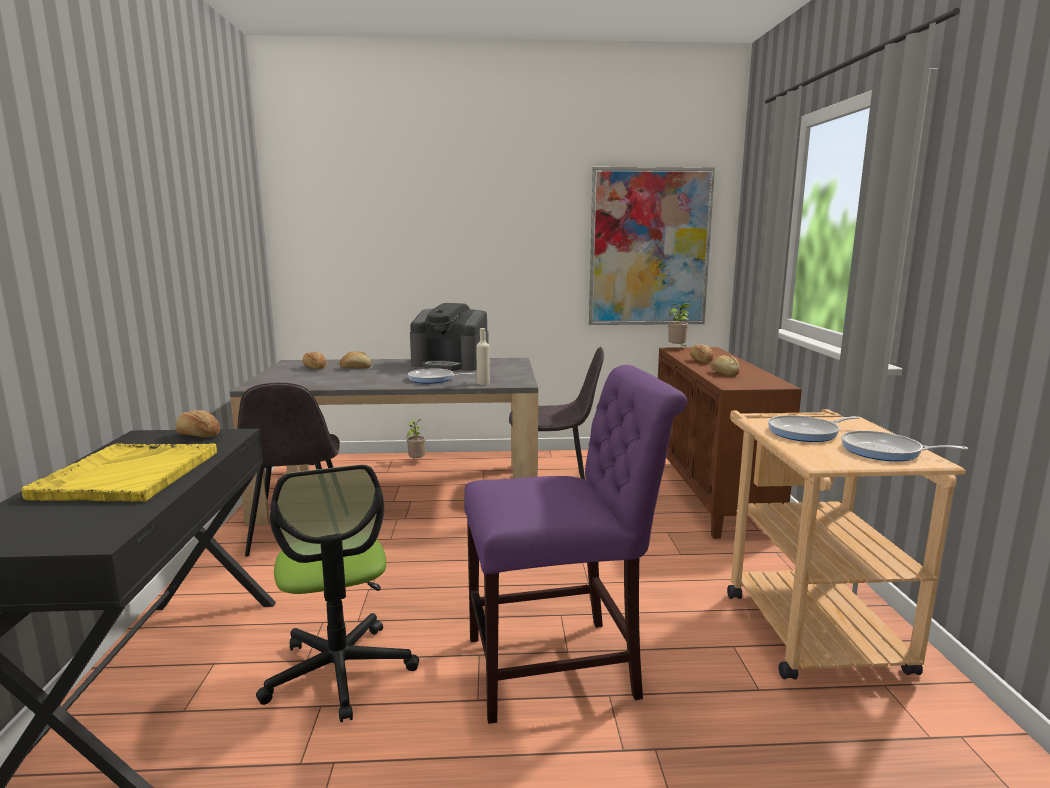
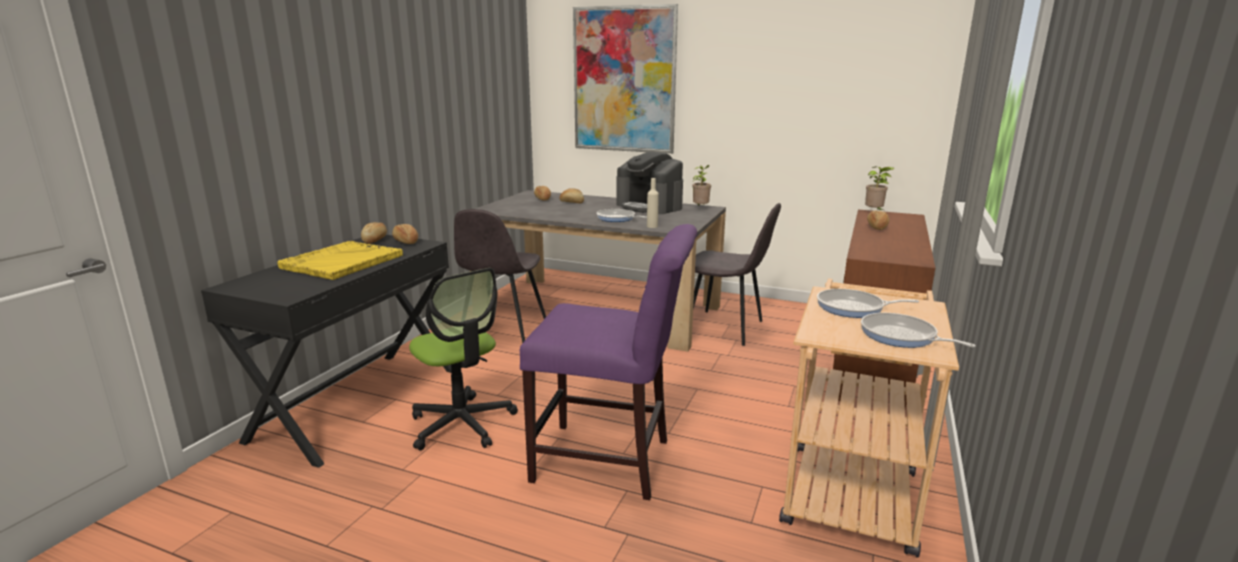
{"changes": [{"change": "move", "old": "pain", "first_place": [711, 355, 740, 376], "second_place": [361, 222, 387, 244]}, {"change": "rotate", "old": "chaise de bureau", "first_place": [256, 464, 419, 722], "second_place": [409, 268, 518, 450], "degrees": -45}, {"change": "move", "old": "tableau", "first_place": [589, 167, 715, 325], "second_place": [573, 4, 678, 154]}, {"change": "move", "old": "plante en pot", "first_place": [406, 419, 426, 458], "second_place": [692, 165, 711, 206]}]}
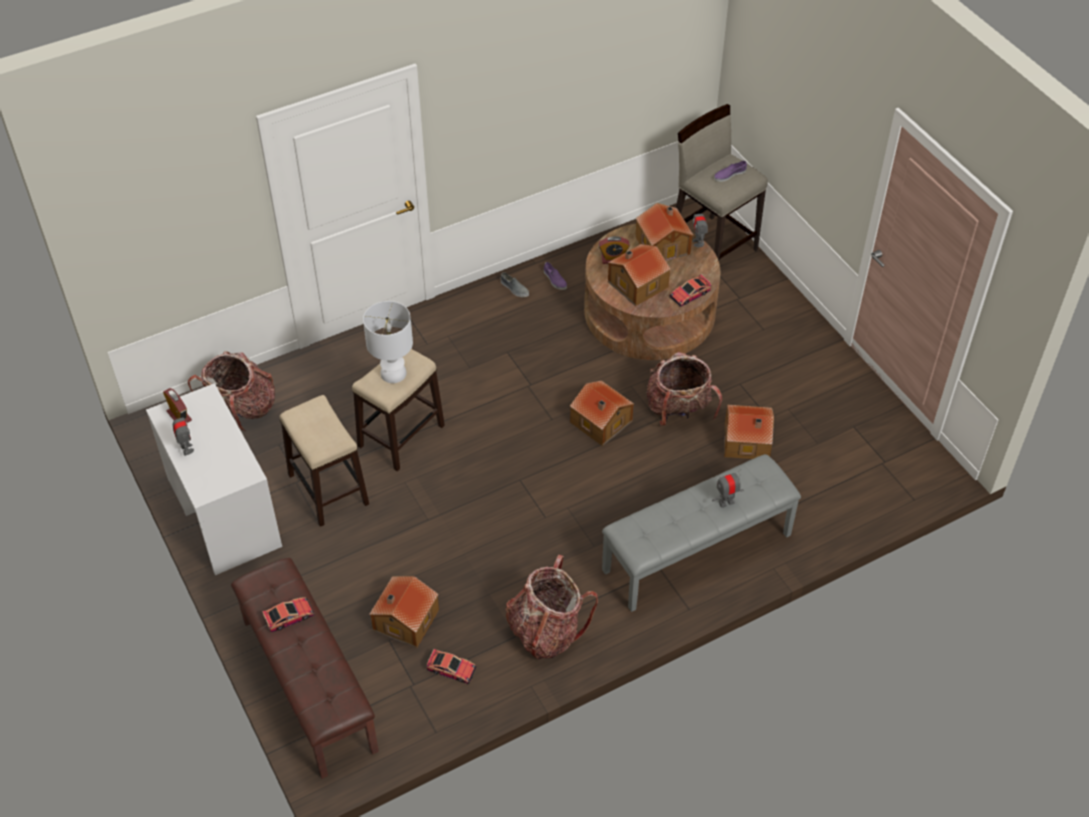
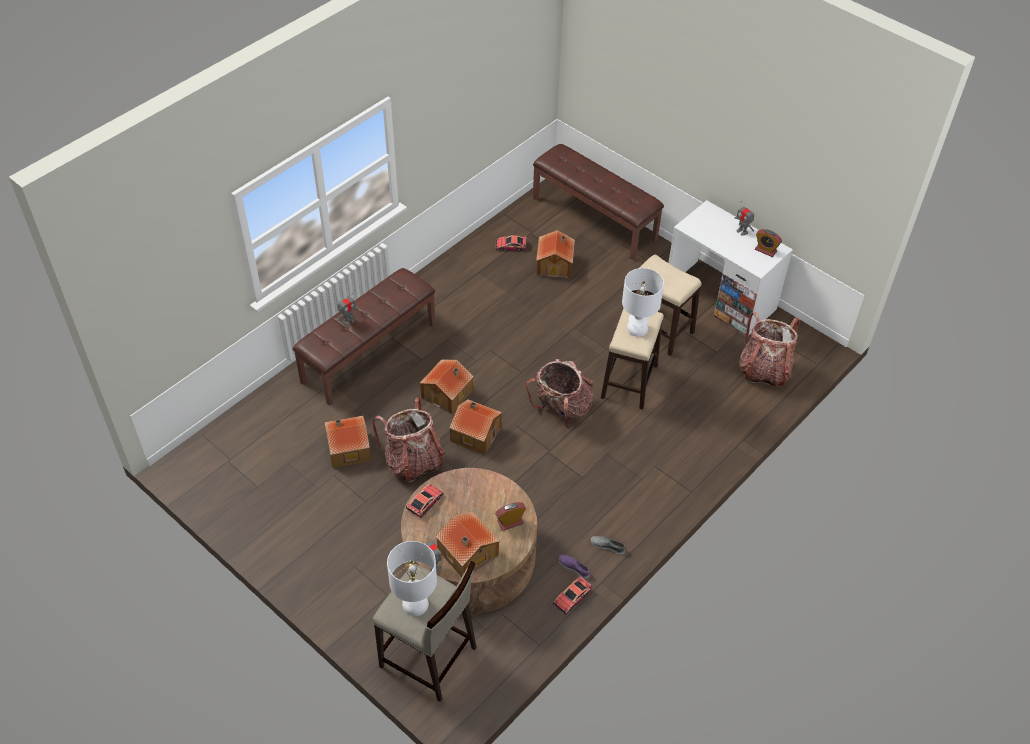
{"changes": [{"change": "recolor", "old": "banc/gris", "new": "banc/marron", "first_place": [602, 454, 801, 612], "second_place": [293, 268, 435, 406]}, {"change": "replace", "old": "chaussure/violet", "new": "lampe de table/blanc", "first_place": [714, 161, 747, 182], "second_place": [387, 541, 437, 616]}, {"change": "move", "old": "maison miniature", "first_place": [608, 244, 671, 306], "second_place": [420, 359, 474, 414]}, {"change": "move", "old": "sac à dos", "first_place": [505, 554, 598, 660], "second_place": [526, 359, 593, 429]}, {"change": "move", "old": "petite voiture", "first_place": [262, 597, 315, 632], "second_place": [553, 576, 592, 615]}]}
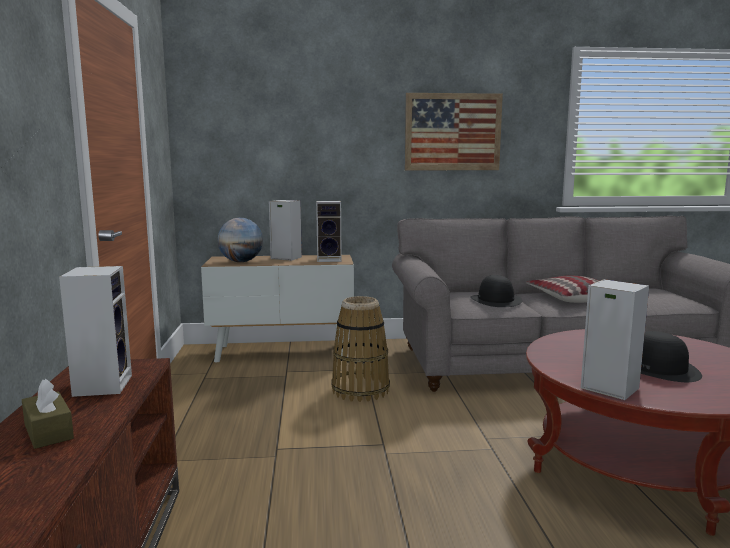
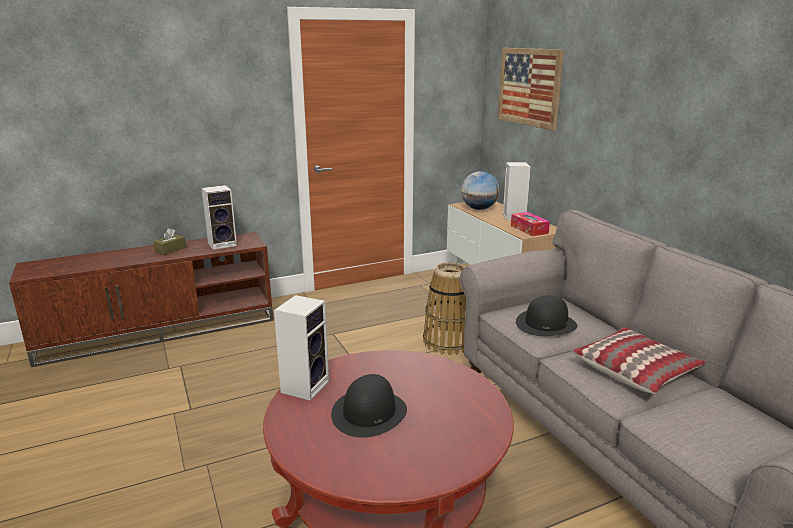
{"changes": [{"change": "move", "old": "tableau", "first_place": [405, 93, 503, 170], "second_place": [498, 48, 564, 131]}, {"change": "replace", "old": "enceinte", "new": "boîte à mouchoirs", "first_place": [316, 201, 342, 262], "second_place": [511, 212, 550, 236]}]}
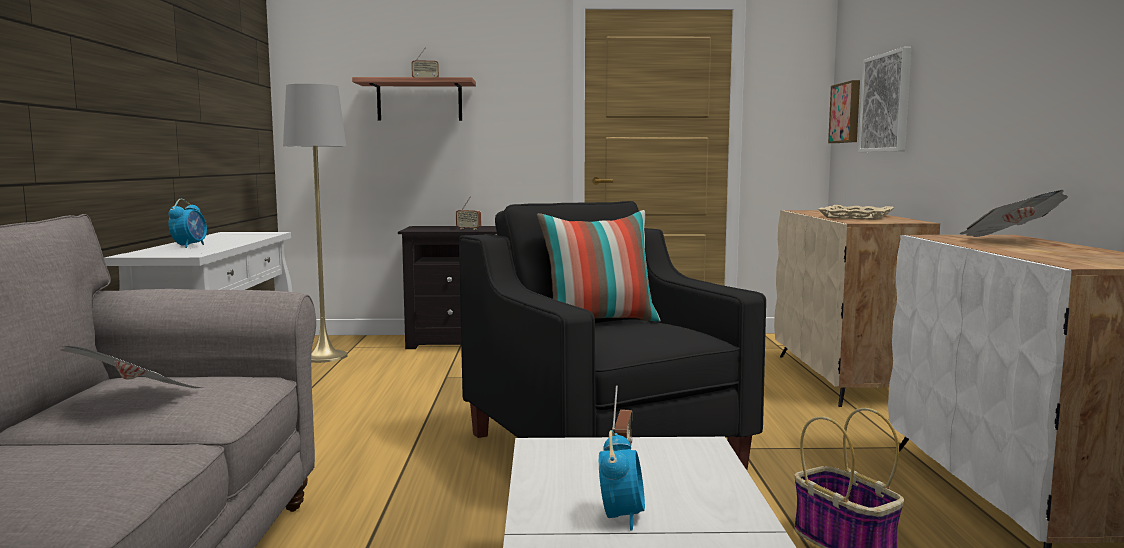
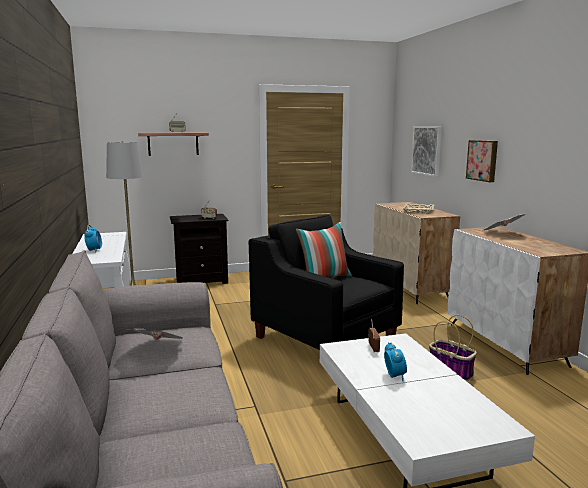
{"changes": [{"change": "move", "old": "tableau", "first_place": [828, 80, 860, 143], "second_place": [466, 140, 498, 182]}]}
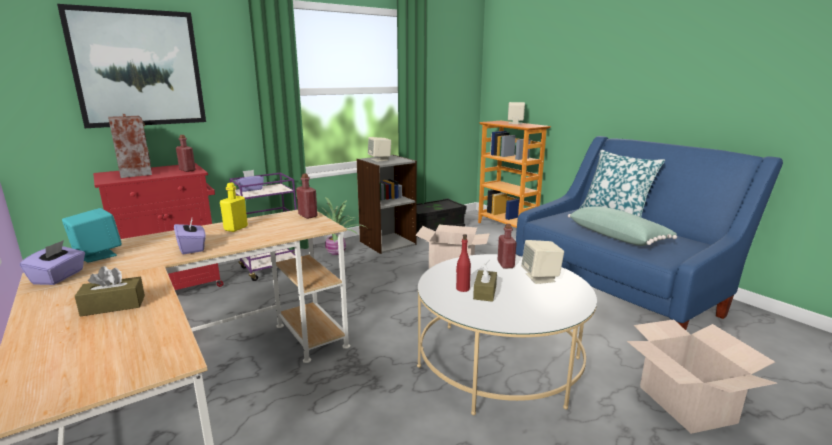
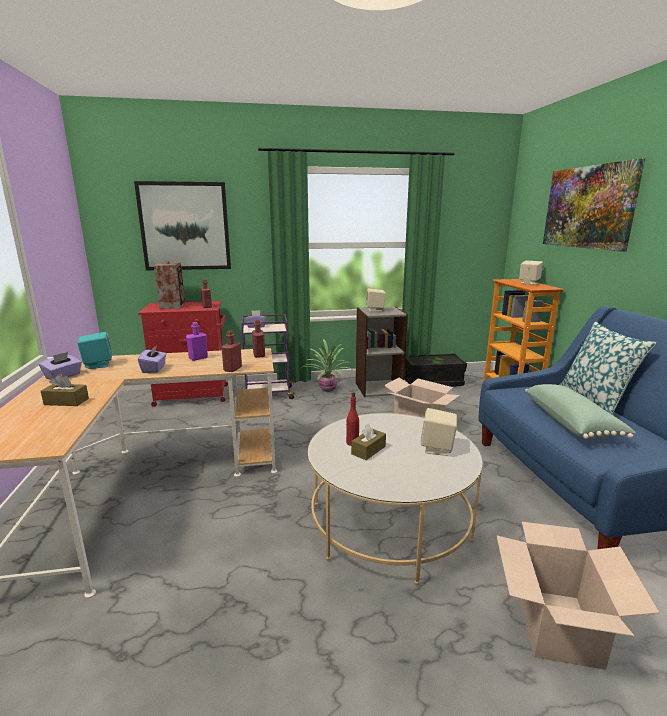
{"changes": [{"change": "recolor", "old": "bouteille/jaune", "new": "bouteille/violet", "first_place": [220, 183, 248, 232], "second_place": [186, 322, 208, 361]}, {"change": "move", "old": "bouteille/rouge", "first_place": [497, 224, 517, 269], "second_place": [221, 330, 242, 372]}, {"change": "insert", "new": "tableau", "second_place": [543, 158, 645, 252]}]}
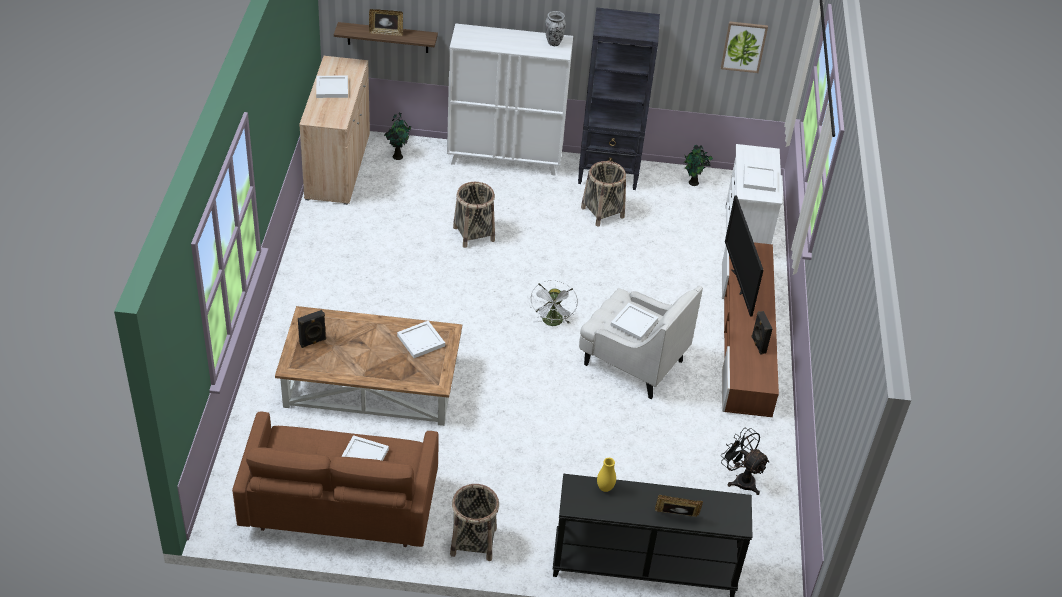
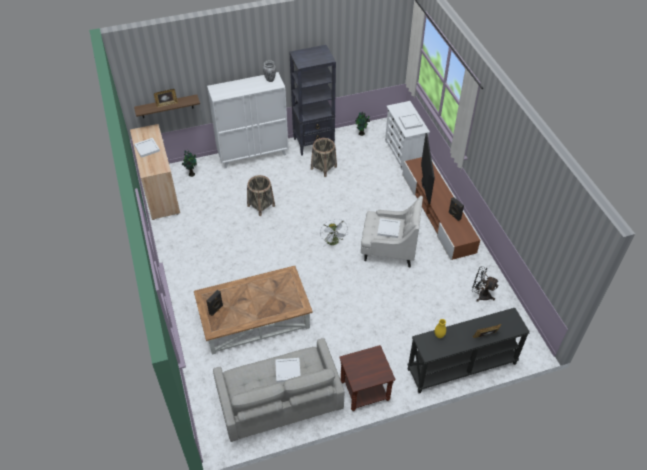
{"changes": [{"change": "recolor", "old": "canapé/marron", "new": "canapé/gris", "first_place": [232, 412, 439, 547], "second_place": [213, 338, 344, 442]}, {"change": "replace", "old": "panier", "new": "table d'appoint/marron", "first_place": [450, 484, 499, 561], "second_place": [339, 345, 395, 411]}, {"change": "rotate", "old": "téléviseur", "first_place": [725, 196, 763, 317], "second_place": [421, 133, 435, 204], "degrees": -150}, {"change": "delete", "old": "plateau/blanc", "first_place": [397, 321, 445, 358]}, {"change": "delete", "old": "tableau", "first_place": [721, 21, 768, 73]}]}
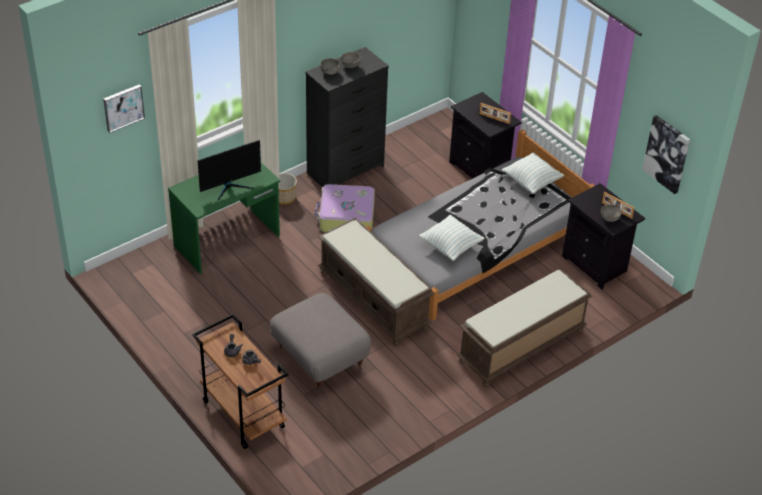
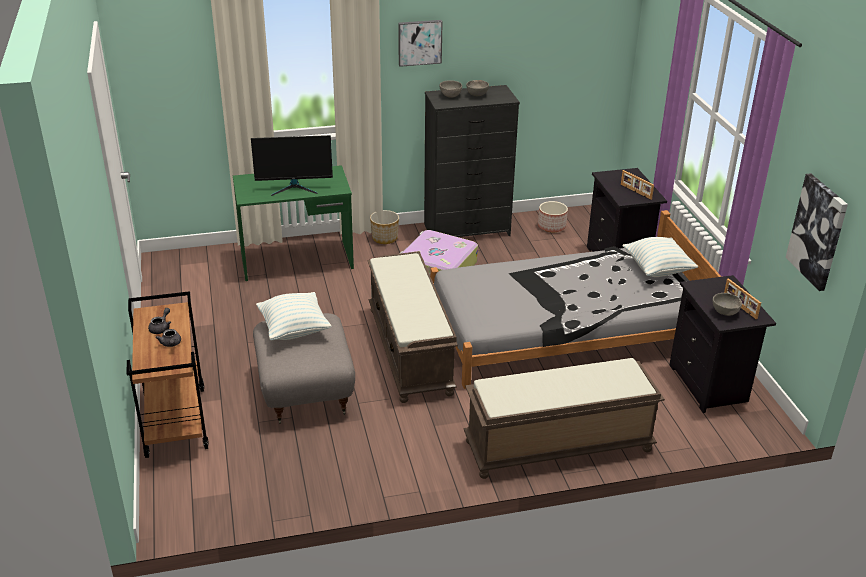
{"changes": [{"change": "move", "old": "coussin", "first_place": [419, 215, 485, 261], "second_place": [256, 292, 331, 340]}, {"change": "move", "old": "tableau", "first_place": [103, 84, 145, 133], "second_place": [398, 20, 443, 67]}, {"change": "insert", "new": "cache-pot", "second_place": [538, 201, 568, 233]}]}
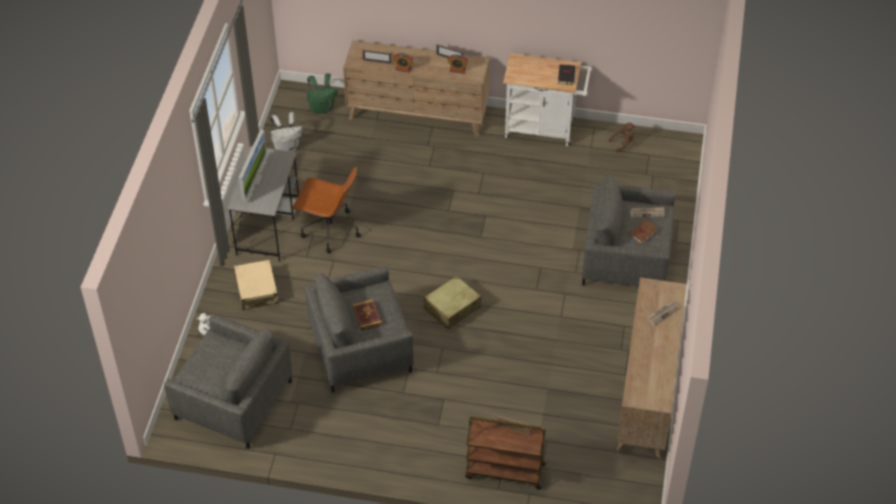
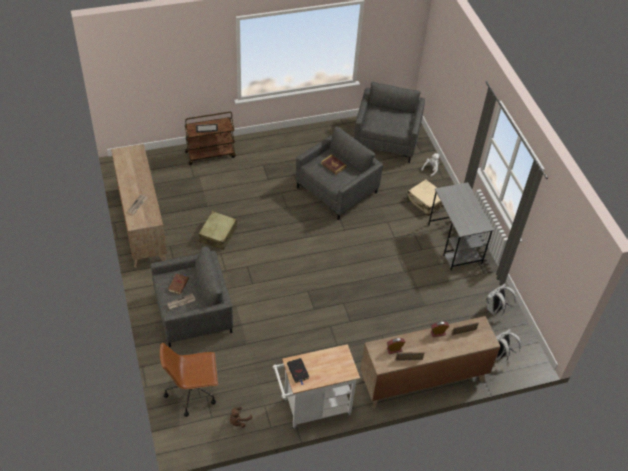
{"changes": [{"change": "move", "old": "chaise de bureau/marron", "first_place": [292, 167, 361, 253], "second_place": [160, 342, 218, 417]}, {"change": "move", "old": "valise/beige", "first_place": [424, 276, 481, 330], "second_place": [199, 211, 237, 250]}, {"change": "rotate", "old": "fauteuil/gris", "first_place": [164, 314, 292, 449], "second_place": [354, 82, 425, 163], "degrees": 105}, {"change": "recolor", "old": "sac à dos/vert", "new": "sac à dos/blanc", "first_place": [307, 73, 338, 114], "second_place": [496, 329, 521, 362]}, {"change": "delete", "old": "écran d'ordinateur", "first_place": [239, 130, 267, 201]}]}
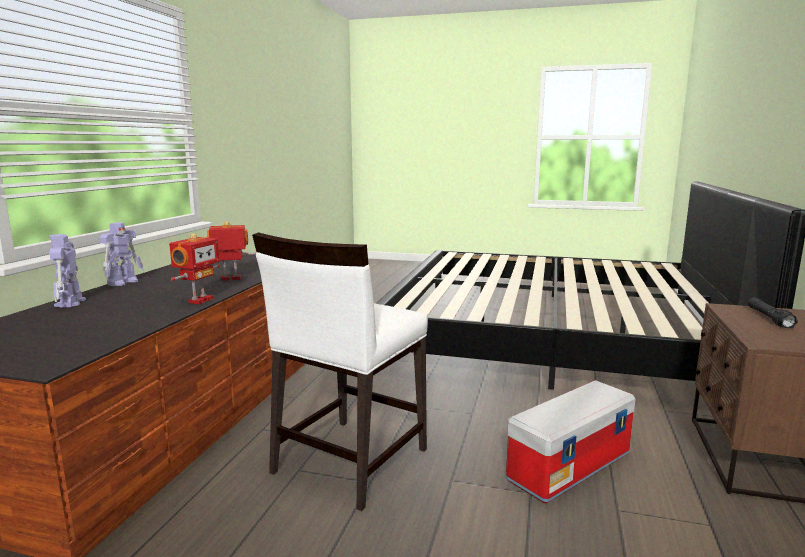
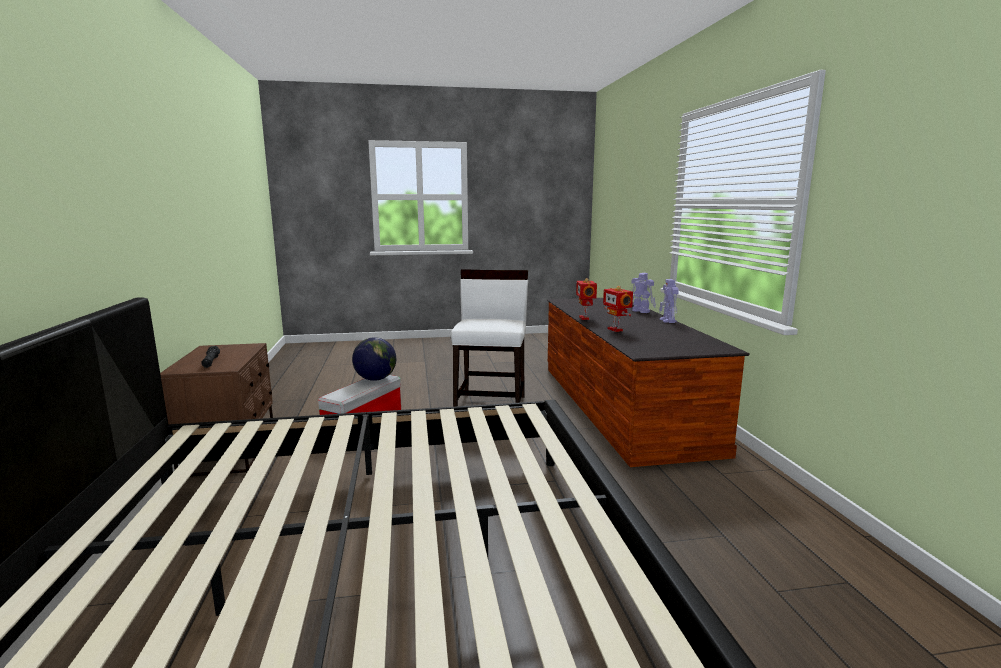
{"changes": [{"change": "insert", "new": "globe", "second_place": [352, 337, 396, 381]}, {"change": "rotate", "old": "robot jouet", "first_place": [207, 221, 257, 281], "second_place": [603, 286, 633, 332], "degrees": 105}]}
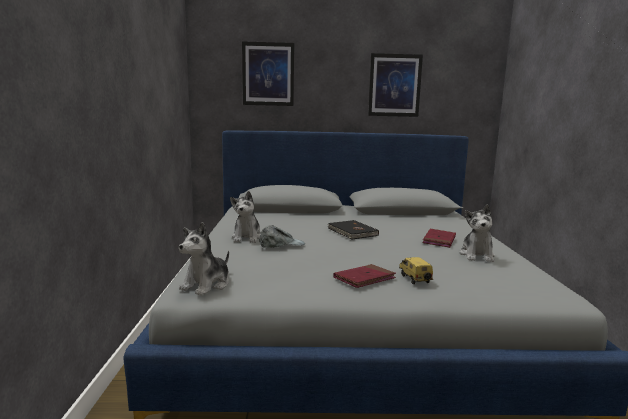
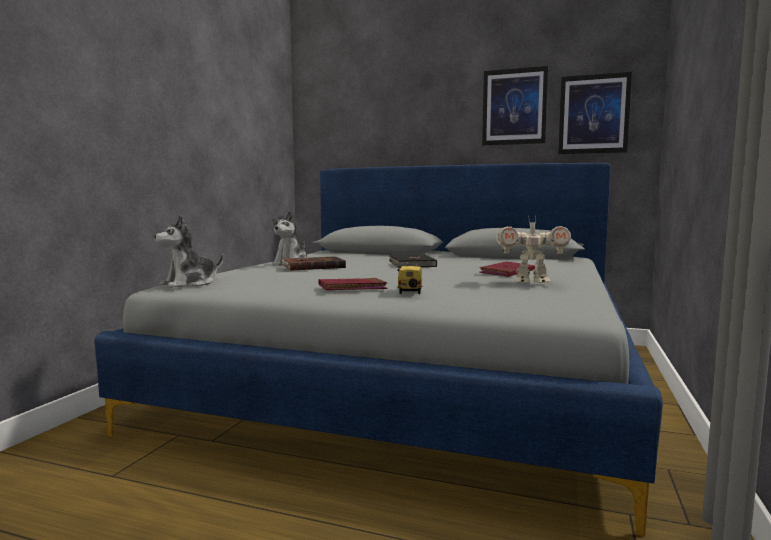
{"changes": [{"change": "replace", "old": "casquette/gris", "new": "livre/marron", "first_place": [259, 225, 305, 248], "second_place": [282, 257, 346, 271]}, {"change": "replace", "old": "peluche", "new": "robot jouet", "first_place": [460, 204, 495, 262], "second_place": [496, 217, 571, 283]}, {"change": "move", "old": "tableau", "first_place": [242, 41, 294, 106], "second_place": [558, 72, 632, 154]}]}
